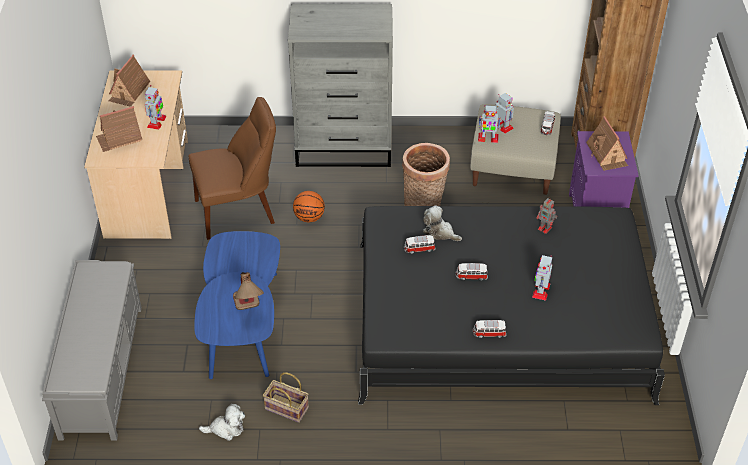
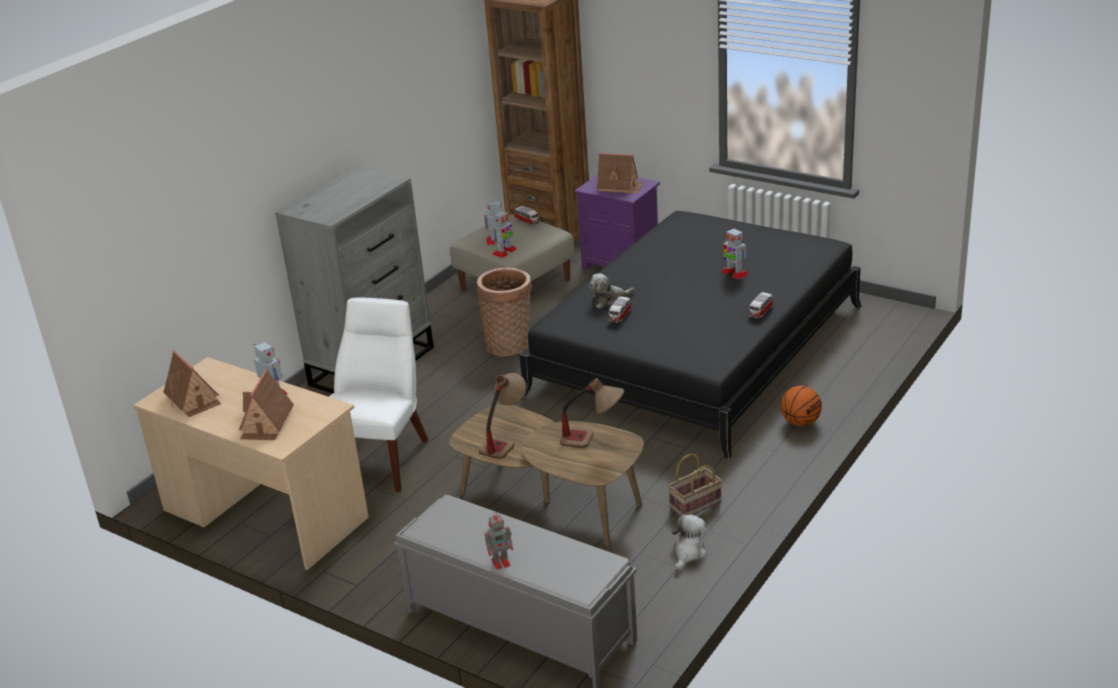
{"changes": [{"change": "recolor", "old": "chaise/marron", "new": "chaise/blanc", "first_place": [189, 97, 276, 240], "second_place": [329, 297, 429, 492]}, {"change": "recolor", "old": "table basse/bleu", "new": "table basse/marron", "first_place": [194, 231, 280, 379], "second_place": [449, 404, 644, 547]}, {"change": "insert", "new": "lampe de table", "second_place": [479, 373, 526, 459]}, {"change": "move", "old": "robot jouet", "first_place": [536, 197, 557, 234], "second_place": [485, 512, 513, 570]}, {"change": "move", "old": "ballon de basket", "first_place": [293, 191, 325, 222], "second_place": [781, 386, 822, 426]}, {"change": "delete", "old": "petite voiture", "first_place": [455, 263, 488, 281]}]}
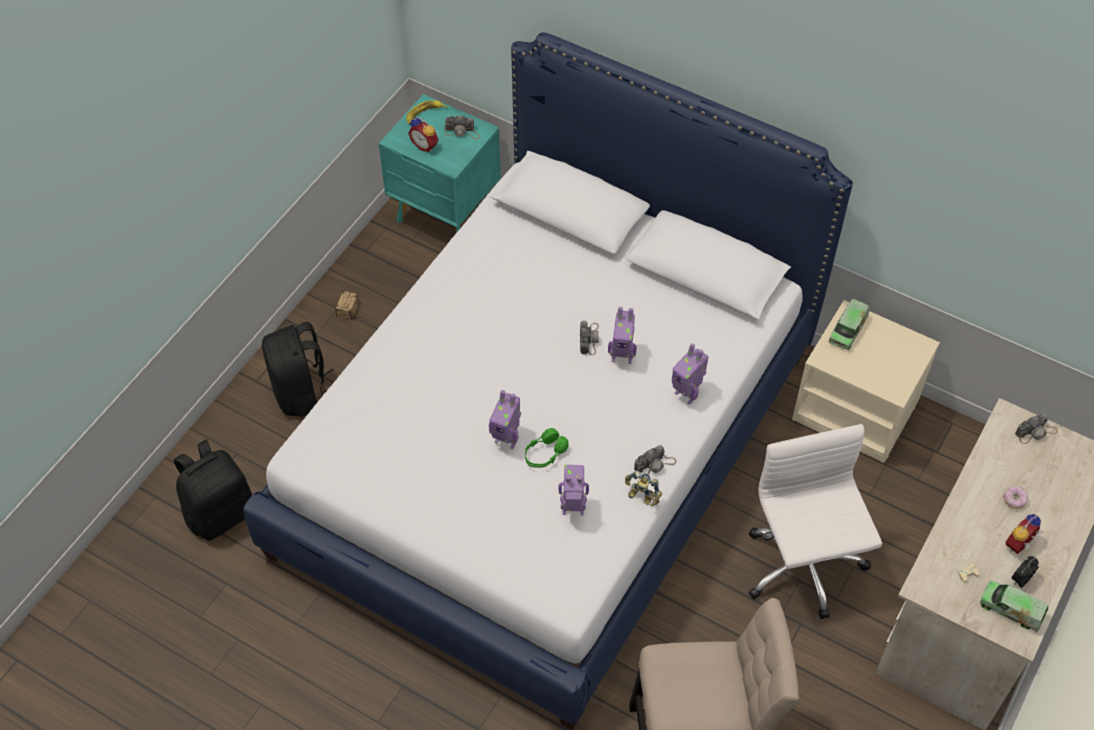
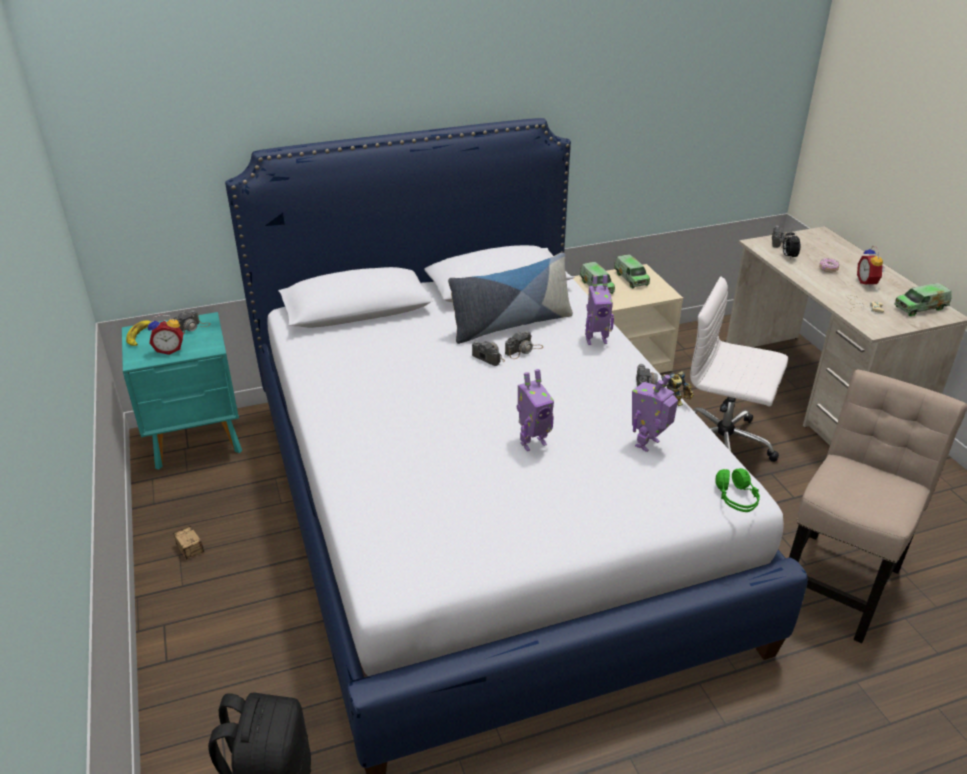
{"changes": [{"change": "insert", "new": "coussin", "second_place": [448, 253, 573, 344]}, {"change": "replace", "old": "robot jouet", "new": "appareil photo", "first_place": [608, 307, 637, 364], "second_place": [505, 331, 543, 359]}, {"change": "insert", "new": "camion jouet", "second_place": [614, 254, 650, 288]}, {"change": "move", "old": "casque audio/vert", "first_place": [525, 428, 569, 468], "second_place": [715, 468, 760, 512]}, {"change": "move", "old": "réveil", "first_place": [1012, 556, 1039, 588], "second_place": [783, 229, 800, 259]}, {"change": "delete", "old": "sac à dos/noir", "first_place": [262, 322, 334, 417]}]}
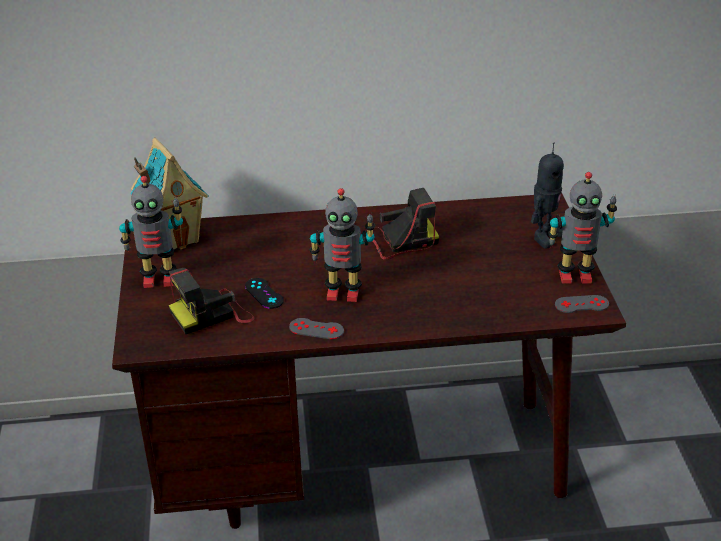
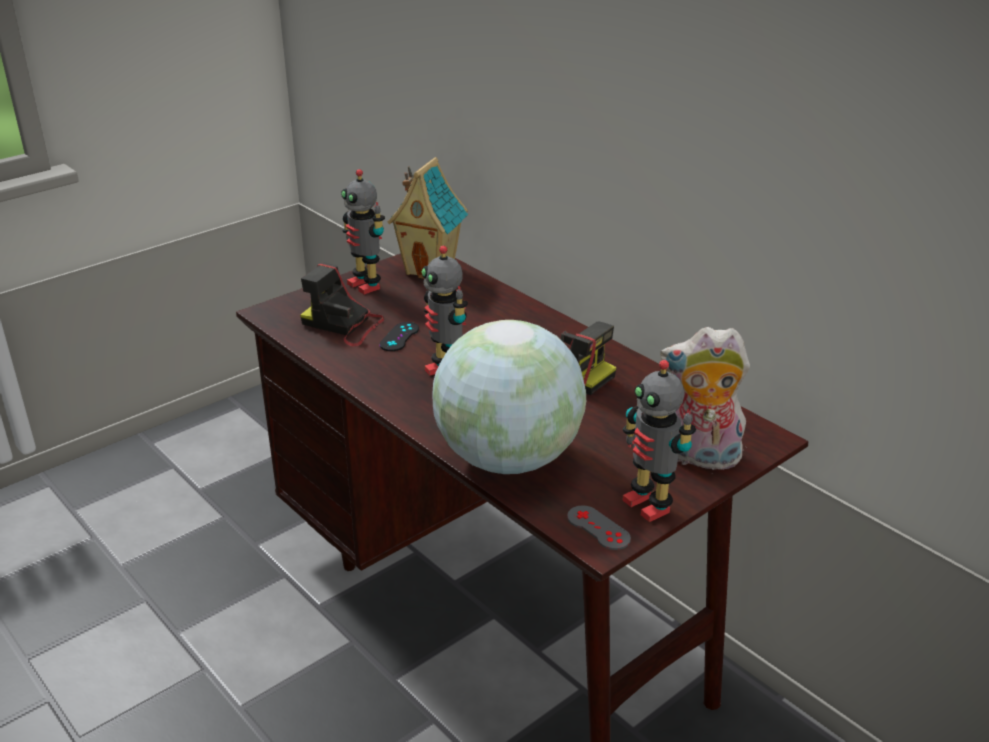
{"changes": [{"change": "insert", "new": "globe", "second_place": [433, 320, 586, 474]}, {"change": "replace", "old": "robot jouet", "new": "peluche", "first_place": [531, 142, 564, 249], "second_place": [660, 327, 750, 474]}, {"change": "delete", "old": "manette/gris", "first_place": [289, 318, 344, 339]}]}
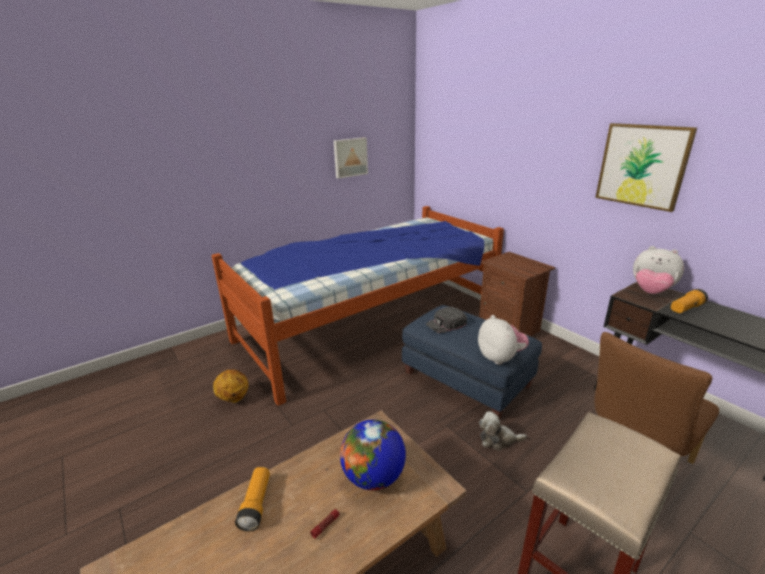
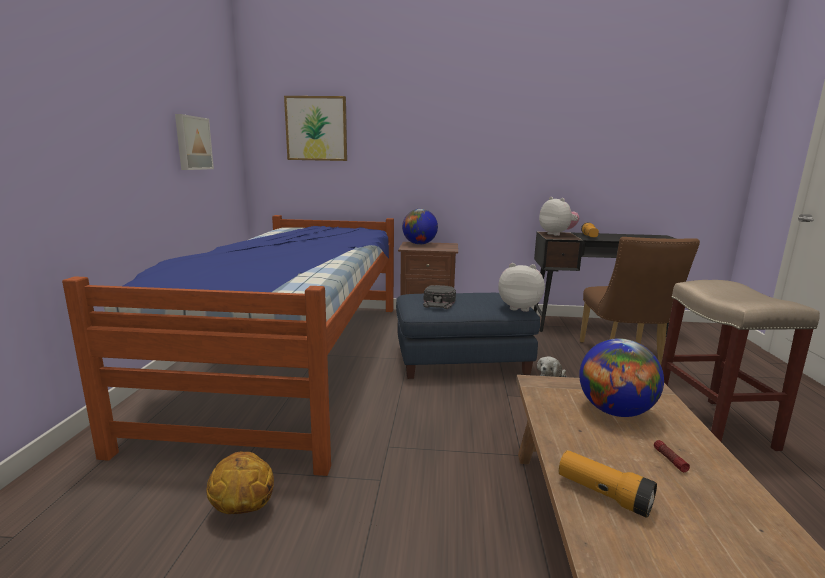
{"changes": [{"change": "move", "old": "tableau", "first_place": [595, 123, 697, 212], "second_place": [284, 96, 347, 161]}, {"change": "insert", "new": "globe", "second_place": [402, 209, 438, 245]}, {"change": "rotate", "old": "peluche", "first_place": [633, 246, 684, 294], "second_place": [539, 197, 579, 236], "degrees": -105}]}
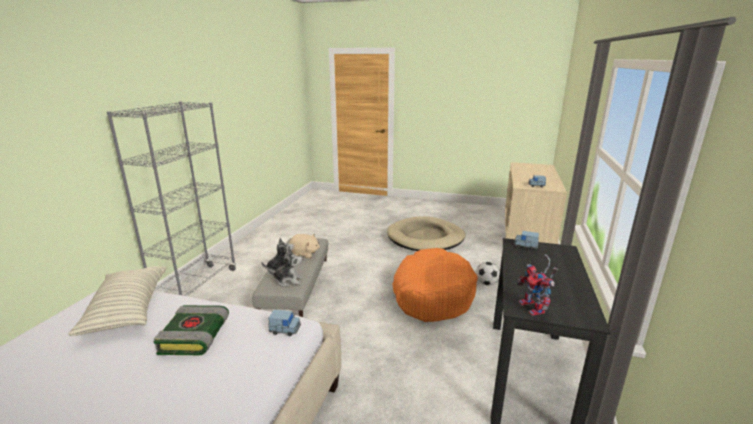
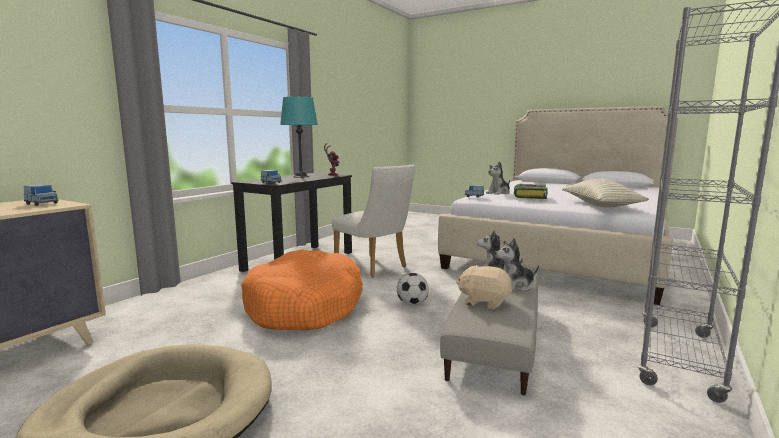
{"changes": [{"change": "insert", "new": "lampe de table/turquoise", "second_place": [280, 97, 318, 178]}, {"change": "insert", "new": "chaise/blanc", "second_place": [332, 164, 416, 278]}, {"change": "move", "old": "ballon de foot", "first_place": [476, 262, 500, 285], "second_place": [397, 273, 429, 306]}, {"change": "insert", "new": "peluche", "second_place": [486, 161, 510, 195]}]}
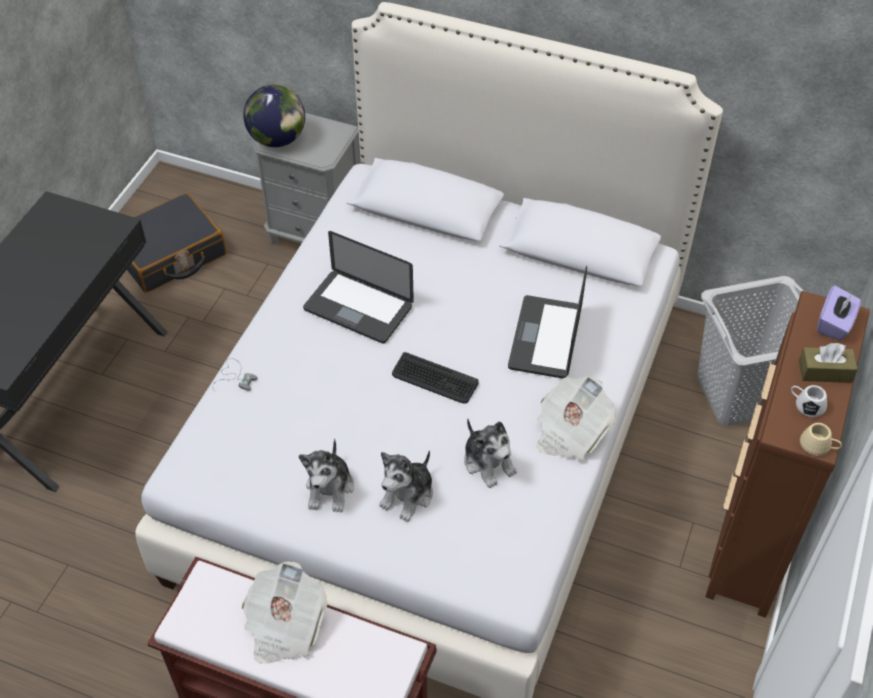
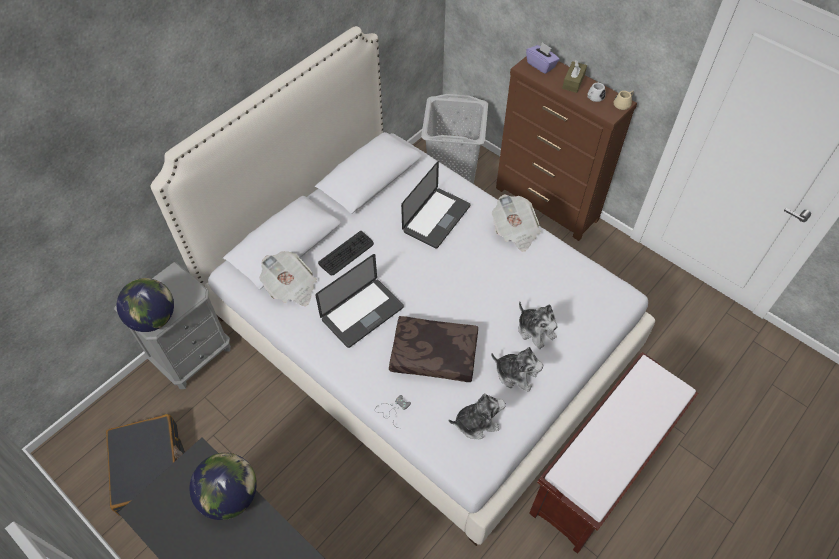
{"changes": [{"change": "insert", "new": "globe", "second_place": [189, 453, 257, 520]}, {"change": "move", "old": "journal", "first_place": [242, 561, 327, 664], "second_place": [259, 251, 317, 306]}, {"change": "move", "old": "clavier", "first_place": [392, 352, 479, 403], "second_place": [318, 231, 374, 276]}, {"change": "insert", "new": "coussin/marron", "second_place": [389, 316, 478, 382]}, {"change": "rotate", "old": "ordinateur portable", "first_place": [508, 266, 587, 379], "second_place": [401, 161, 470, 249], "degrees": -90}, {"change": "move", "old": "peluche", "first_place": [464, 419, 517, 488], "second_place": [449, 393, 506, 439]}]}
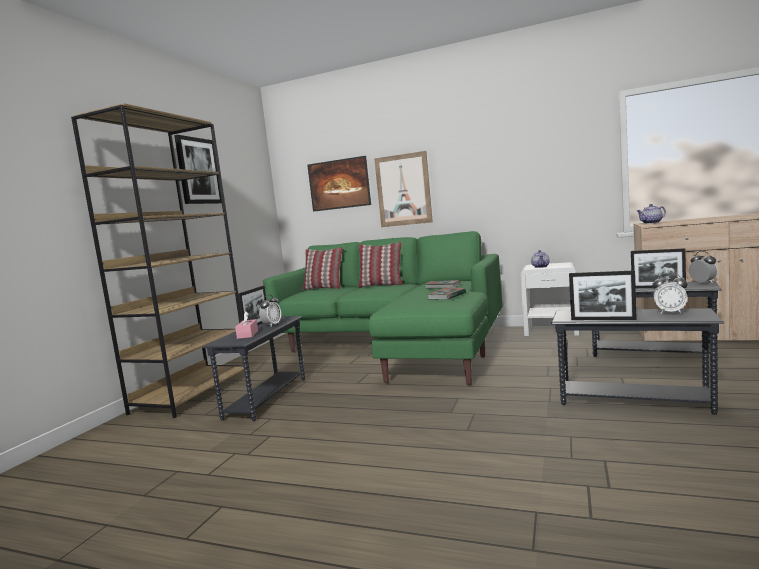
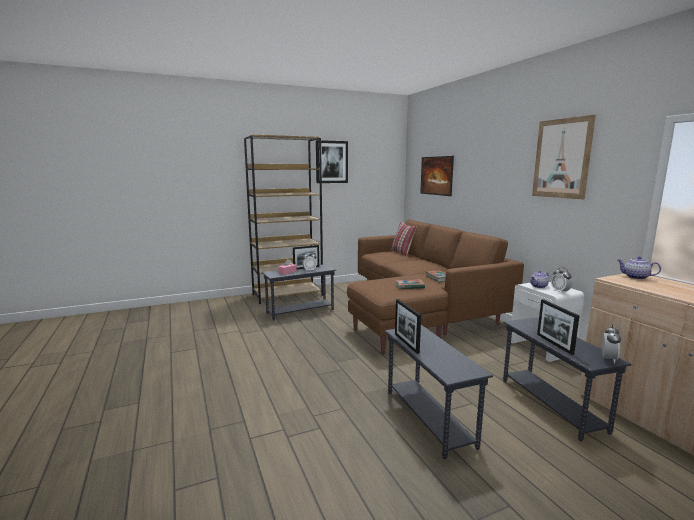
{"changes": [{"change": "recolor", "old": "canapé/vert", "new": "canapé/marron", "first_place": [263, 231, 503, 385], "second_place": [347, 219, 524, 354]}, {"change": "move", "old": "tableau", "first_place": [374, 151, 433, 227], "second_place": [532, 115, 596, 200]}, {"change": "move", "old": "réveil", "first_place": [652, 272, 688, 314], "second_place": [551, 267, 572, 294]}, {"change": "delete", "old": "coussin", "first_place": [358, 242, 402, 287]}]}
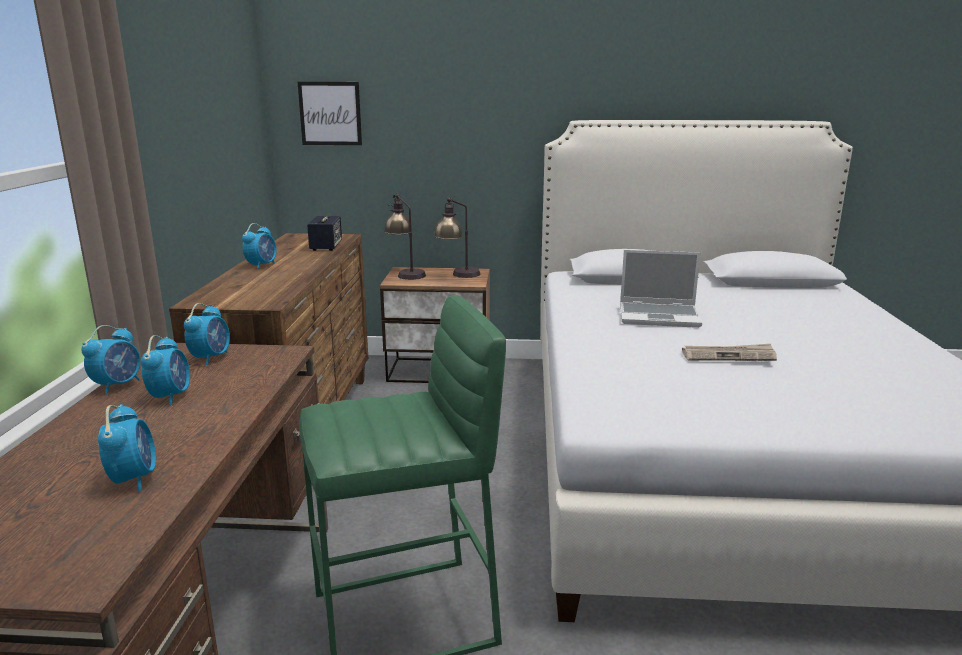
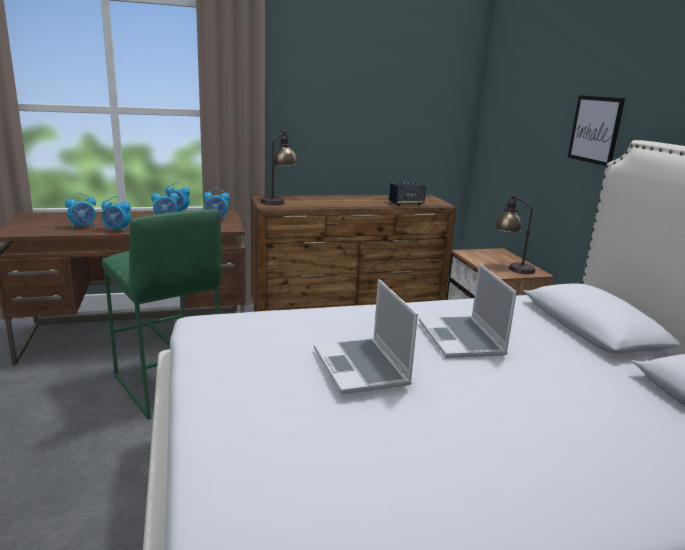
{"changes": [{"change": "move", "old": "réveil", "first_place": [242, 223, 277, 270], "second_place": [101, 196, 131, 232]}, {"change": "move", "old": "lampe de table", "first_place": [384, 194, 426, 280], "second_place": [260, 130, 298, 205]}, {"change": "replace", "old": "journal", "new": "ordinateur portable", "first_place": [682, 344, 777, 361], "second_place": [314, 279, 418, 394]}, {"change": "move", "old": "tableau", "first_place": [298, 82, 362, 145], "second_place": [568, 95, 625, 166]}]}
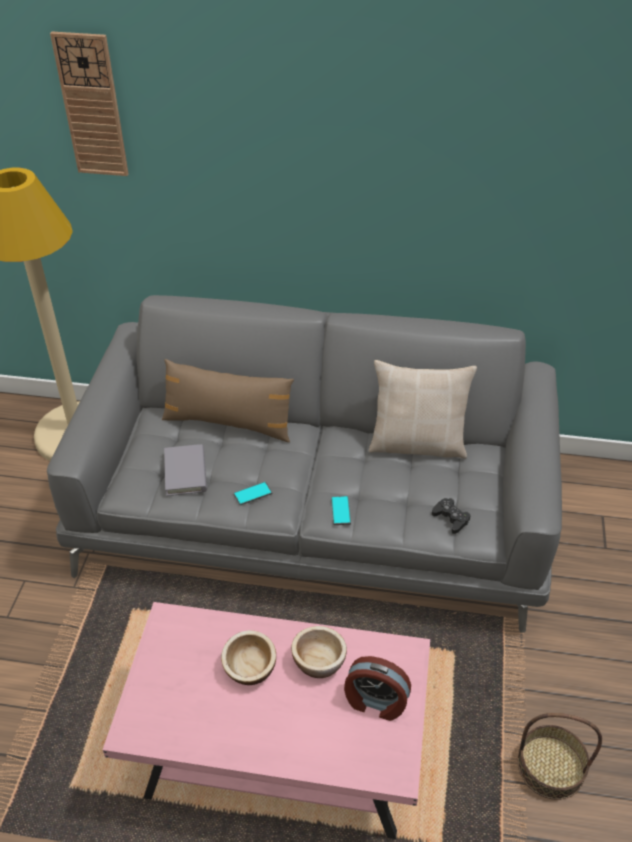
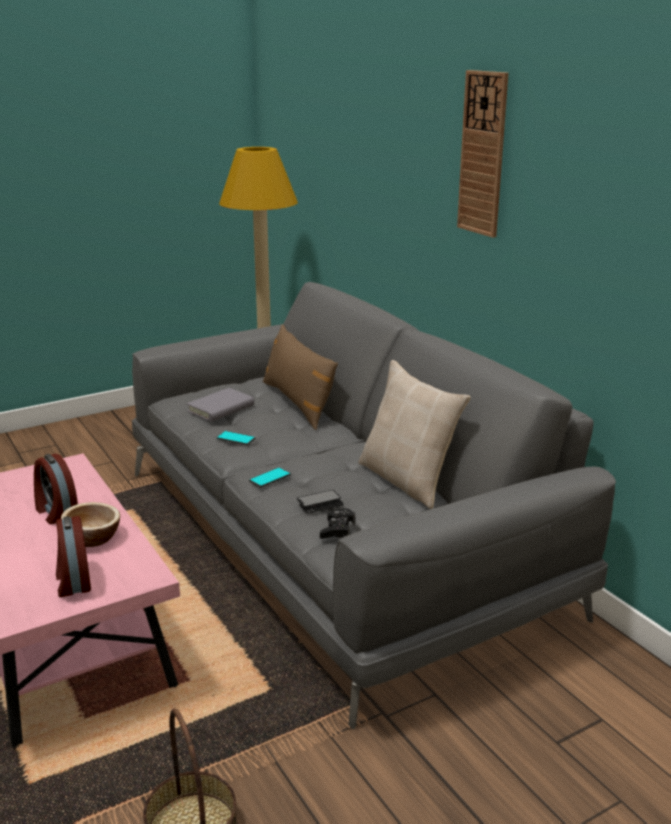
{"changes": [{"change": "replace", "old": "bol", "new": "réveil", "first_place": [221, 630, 276, 685], "second_place": [34, 454, 78, 525]}, {"change": "insert", "new": "téléphone", "second_place": [297, 490, 344, 514]}, {"change": "move", "old": "horloge murale", "first_place": [50, 32, 129, 176], "second_place": [457, 70, 509, 238]}]}
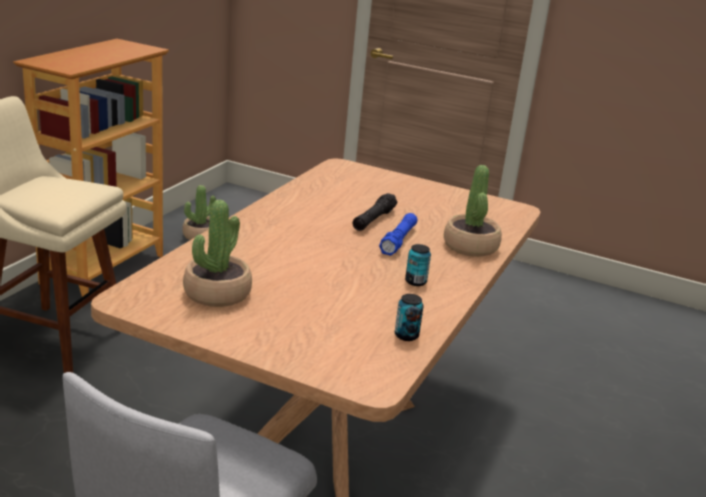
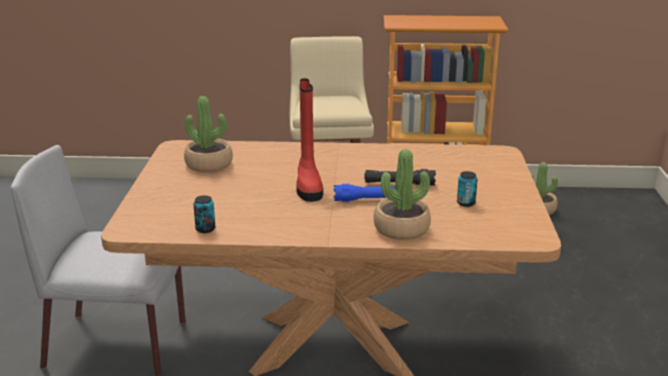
{"changes": [{"change": "insert", "new": "botte/rouge", "second_place": [296, 78, 323, 202]}, {"change": "move", "old": "boîte métallique", "first_place": [405, 244, 431, 286], "second_place": [457, 171, 478, 207]}]}
